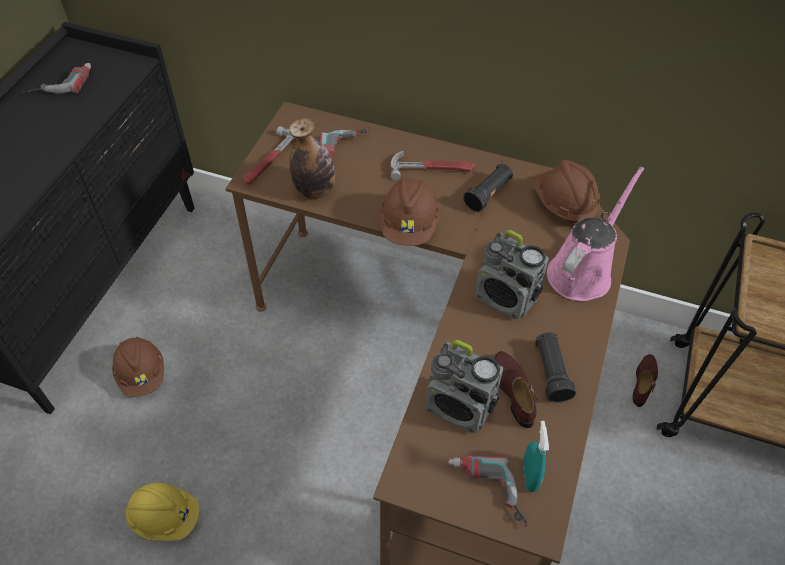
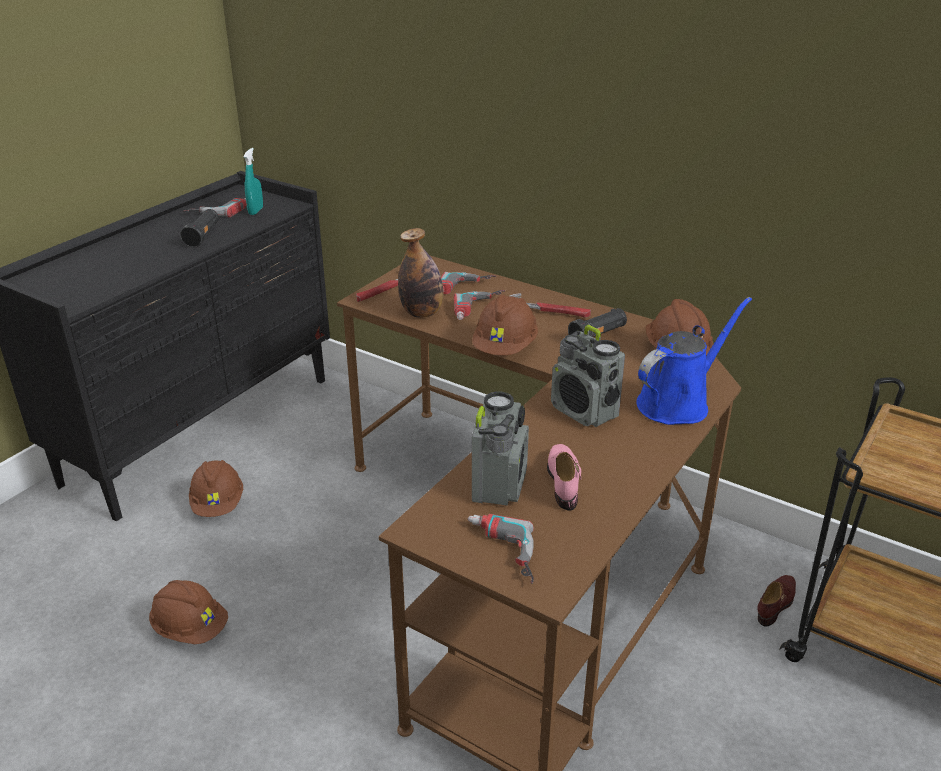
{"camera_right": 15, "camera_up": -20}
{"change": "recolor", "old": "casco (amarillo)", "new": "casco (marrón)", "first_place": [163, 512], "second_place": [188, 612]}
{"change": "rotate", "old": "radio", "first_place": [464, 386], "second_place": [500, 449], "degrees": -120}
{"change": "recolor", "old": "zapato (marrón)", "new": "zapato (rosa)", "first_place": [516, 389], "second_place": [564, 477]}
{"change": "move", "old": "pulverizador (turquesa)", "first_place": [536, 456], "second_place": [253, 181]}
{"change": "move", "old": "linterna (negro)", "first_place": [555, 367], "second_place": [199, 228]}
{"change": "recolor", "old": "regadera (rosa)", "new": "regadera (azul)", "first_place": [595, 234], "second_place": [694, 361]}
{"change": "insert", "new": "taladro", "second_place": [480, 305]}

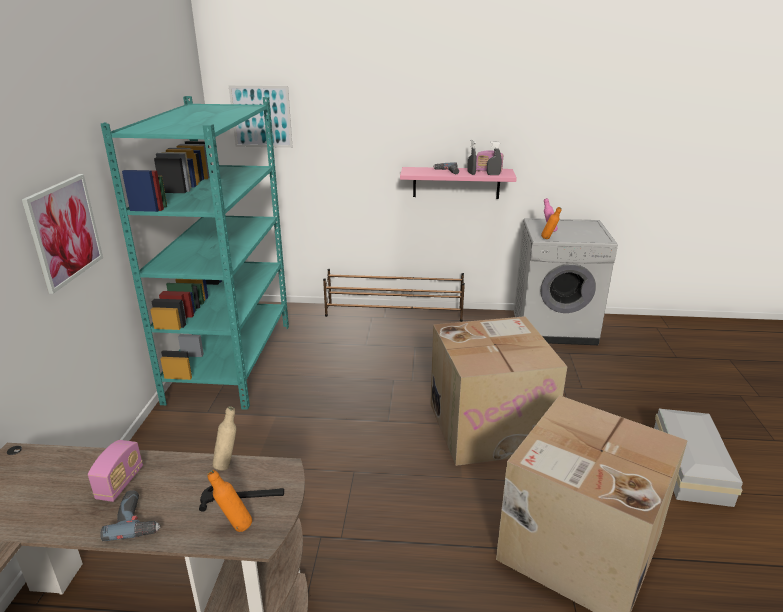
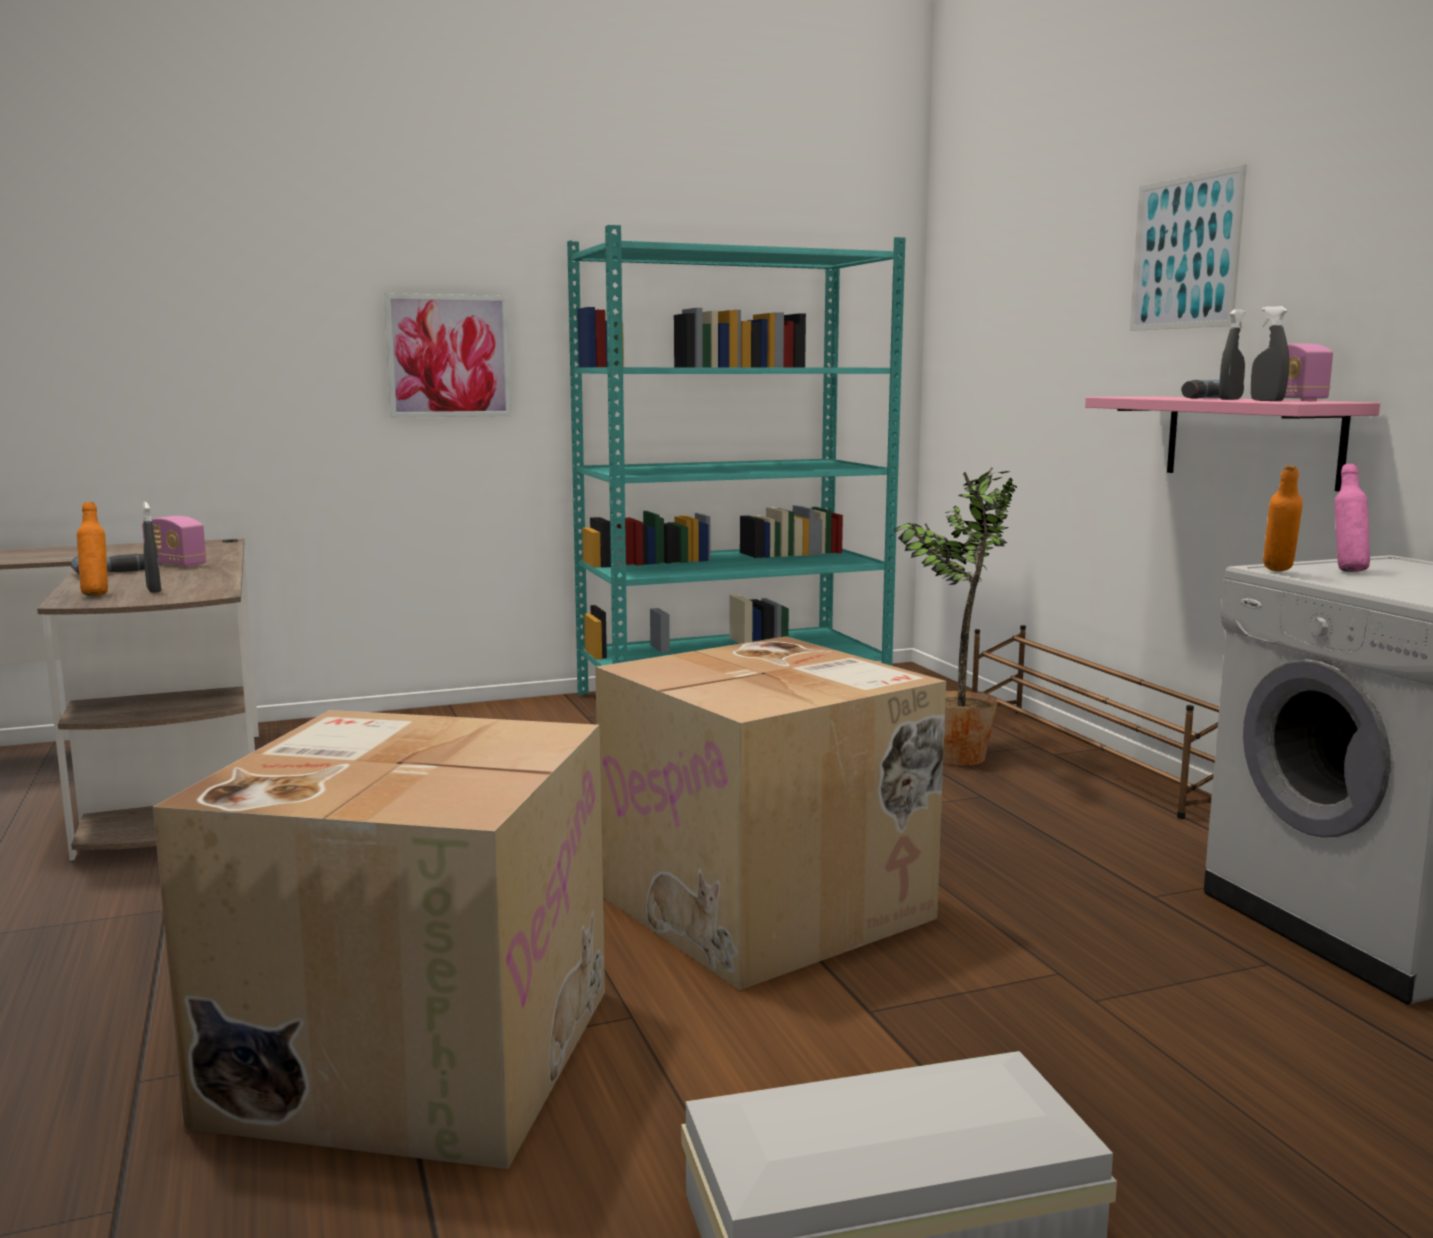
{"camera_right": 65, "camera_up": -15}
{"change": "rotate", "old": "radio", "first_place": [115, 471], "second_place": [174, 541], "degrees": 45}
{"change": "replace", "old": "martillo", "new": "pulverizador (gris)", "first_place": [241, 498], "second_place": [151, 547]}
{"change": "delete", "old": "botella (beis)", "first_place": [224, 438]}
{"change": "move", "old": "cuadro", "first_place": [261, 116], "second_place": [1188, 247]}
{"change": "insert", "new": "planta en maceta", "second_place": [955, 616]}

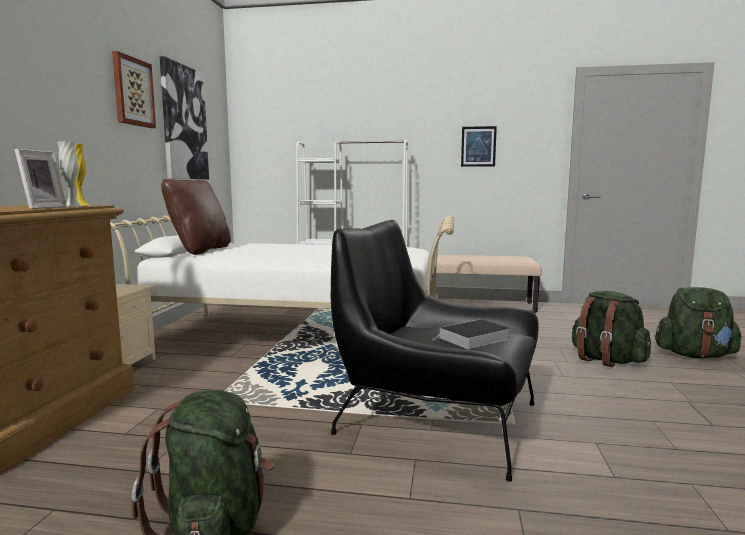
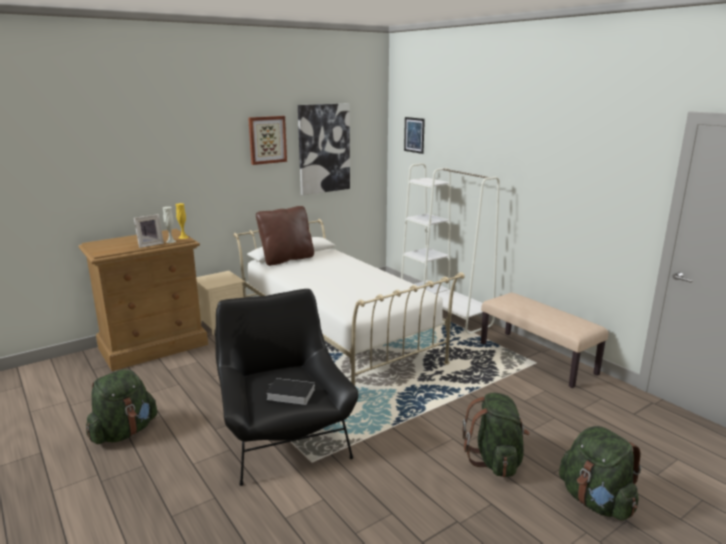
{"camera_right": 45, "camera_up": 10}
{"change": "move", "old": "cuadro", "first_place": [479, 146], "second_place": [414, 135]}

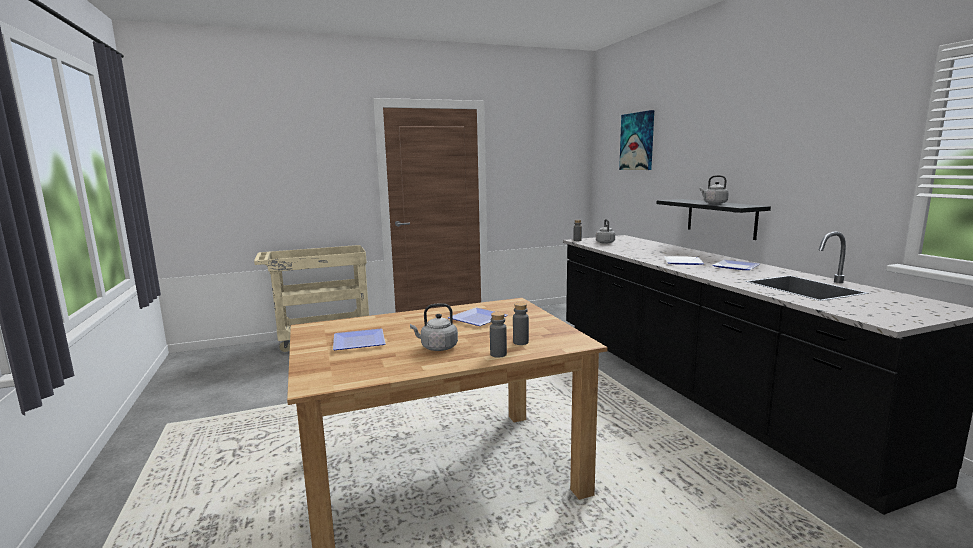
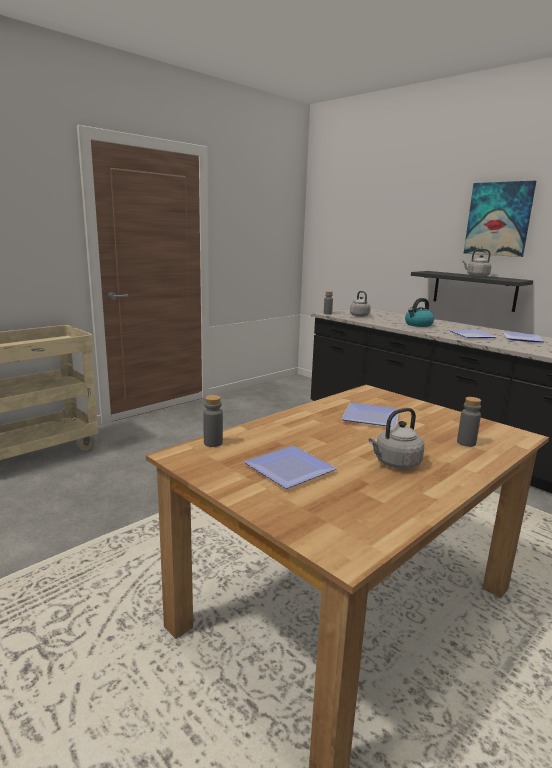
{"camera_right": -25, "camera_up": 5}
{"change": "move", "old": "botella (gris)", "first_place": [498, 335], "second_place": [213, 421]}
{"change": "move", "old": "cuadro", "first_place": [636, 140], "second_place": [500, 219]}
{"change": "insert", "new": "hervidor", "second_place": [419, 312]}

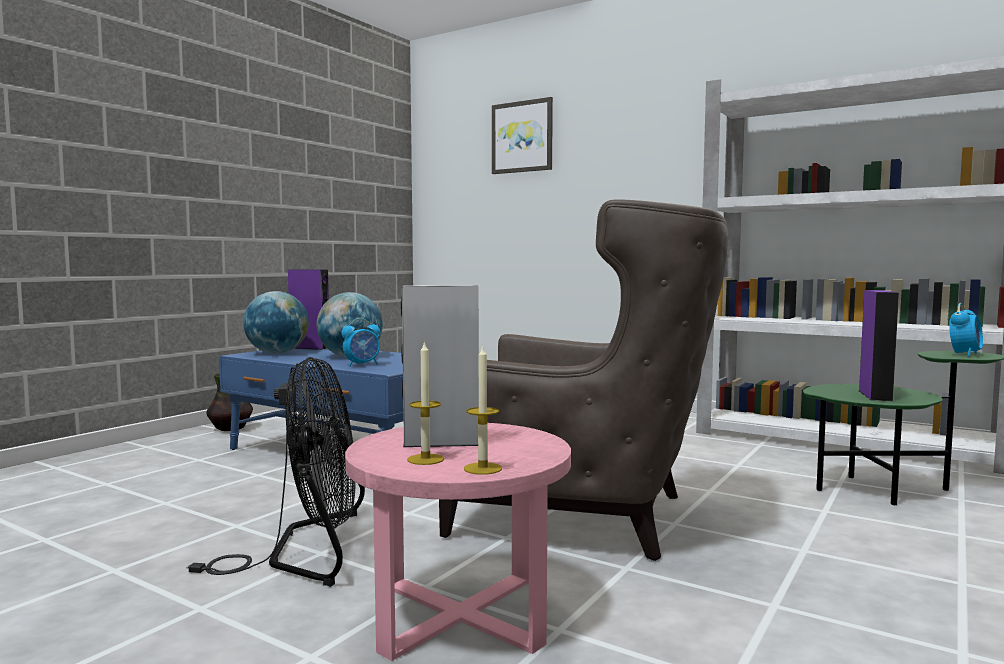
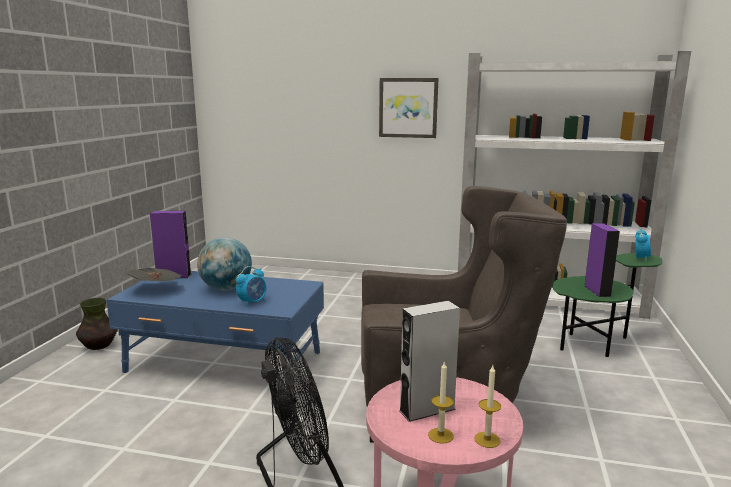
{"camera_right": -20, "camera_up": 10}
{"change": "replace", "old": "globo terráqueo", "new": "periódico", "first_place": [276, 322], "second_place": [152, 274]}
{"change": "move", "old": "cuadro", "first_place": [522, 135], "second_place": [409, 108]}

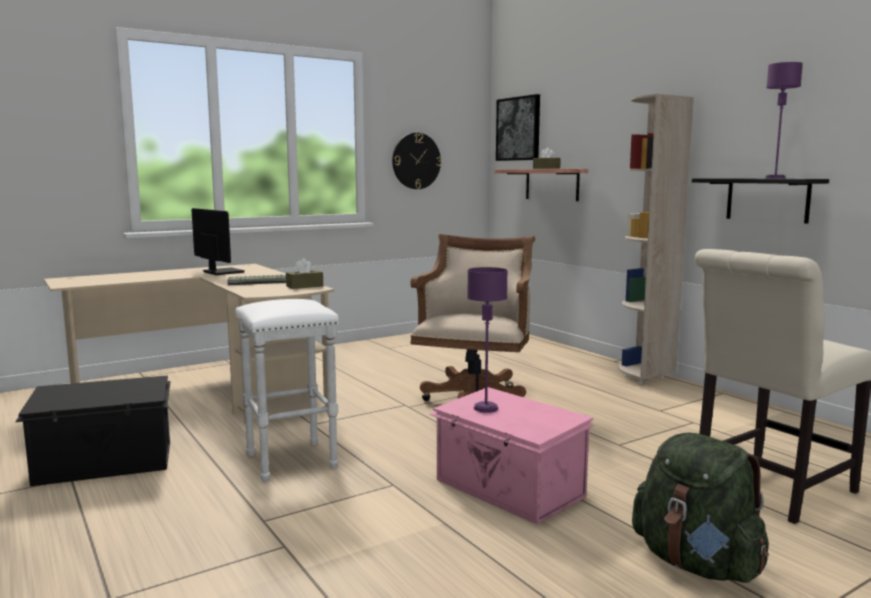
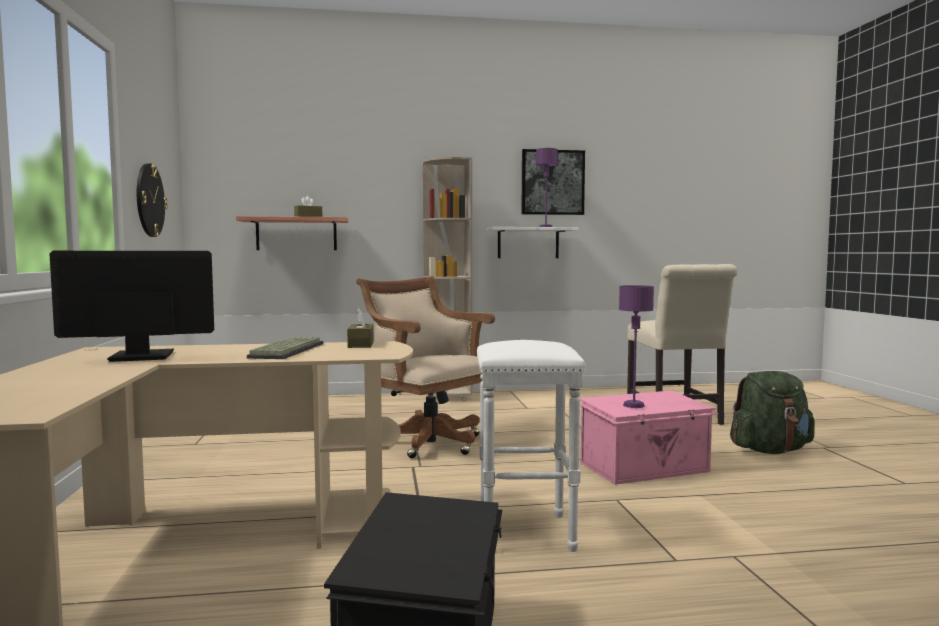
{"camera_right": -65, "camera_up": -5}
{"change": "move", "old": "cuadro", "first_place": [518, 127], "second_place": [553, 182]}
{"change": "recolor", "old": "estante (negro)", "new": "estante (blanco)", "first_place": [760, 201], "second_place": [532, 242]}

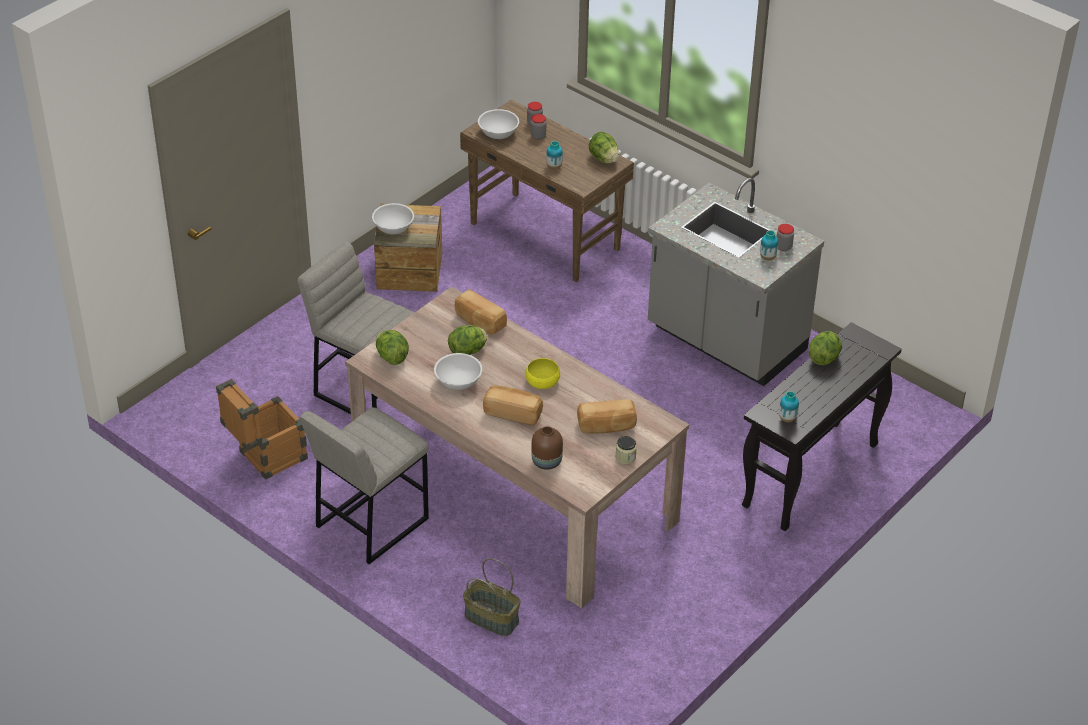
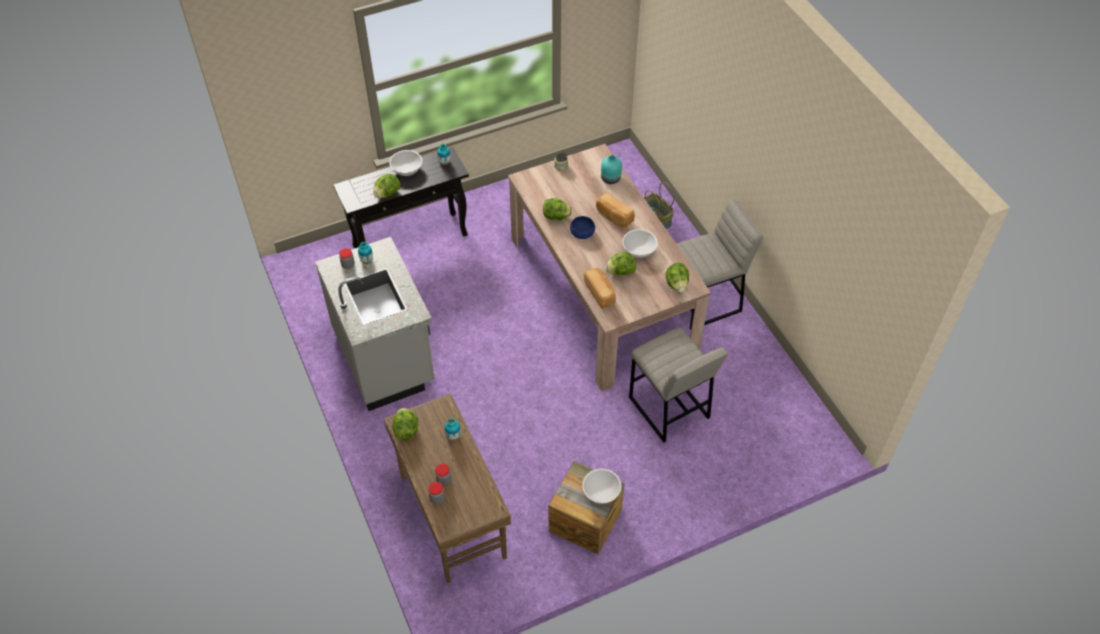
{"camera_right": -155, "camera_up": 10}
{"change": "delete", "old": "caja de embalaje", "first_place": [262, 429]}
{"change": "move", "old": "cuenco (blanco)", "first_place": [498, 124], "second_place": [405, 163]}
{"change": "recolor", "old": "cuenco (amarillo)", "new": "cuenco (azul)", "first_place": [542, 373], "second_place": [582, 227]}
{"change": "recolor", "old": "florero (marrón)", "new": "florero (turquesa)", "first_place": [547, 448], "second_place": [611, 169]}
{"change": "delete", "old": "pan", "first_place": [607, 416]}
{"change": "insert", "new": "lechuga", "second_place": [557, 209]}

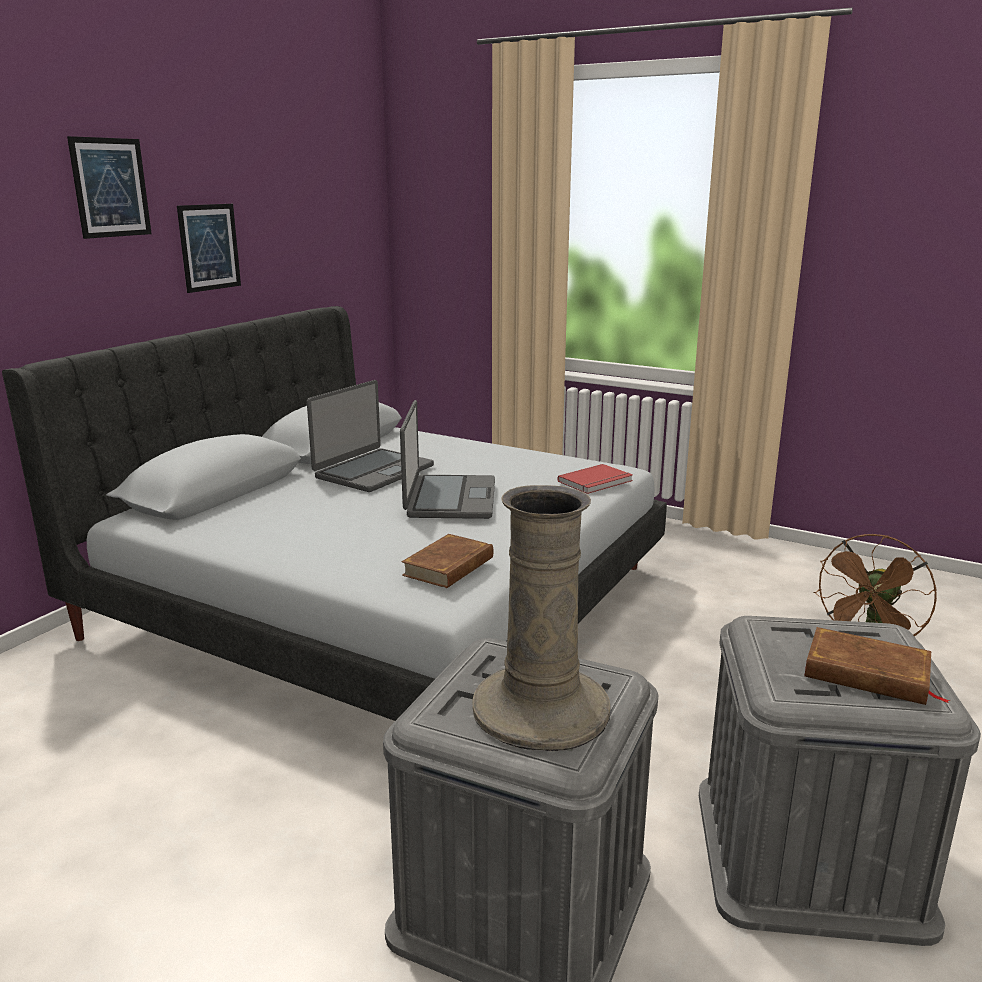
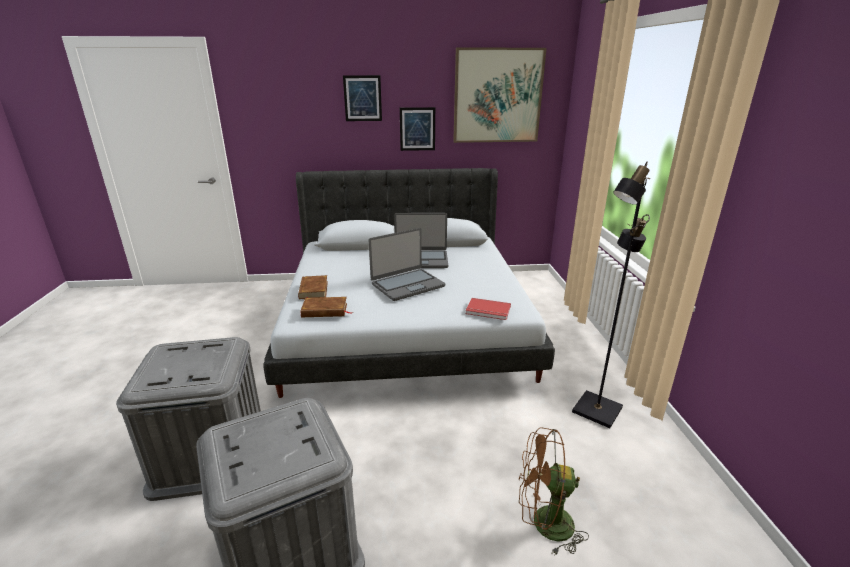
{"camera_right": 55, "camera_up": 5}
{"change": "delete", "old": "florero (beis)", "first_place": [541, 618]}
{"change": "move", "old": "libro (marrón)", "first_place": [877, 666], "second_place": [313, 287]}
{"change": "insert", "new": "cuadro", "second_place": [500, 95]}
{"change": "insert", "new": "lámpara de pie (negro)", "second_place": [611, 294]}

